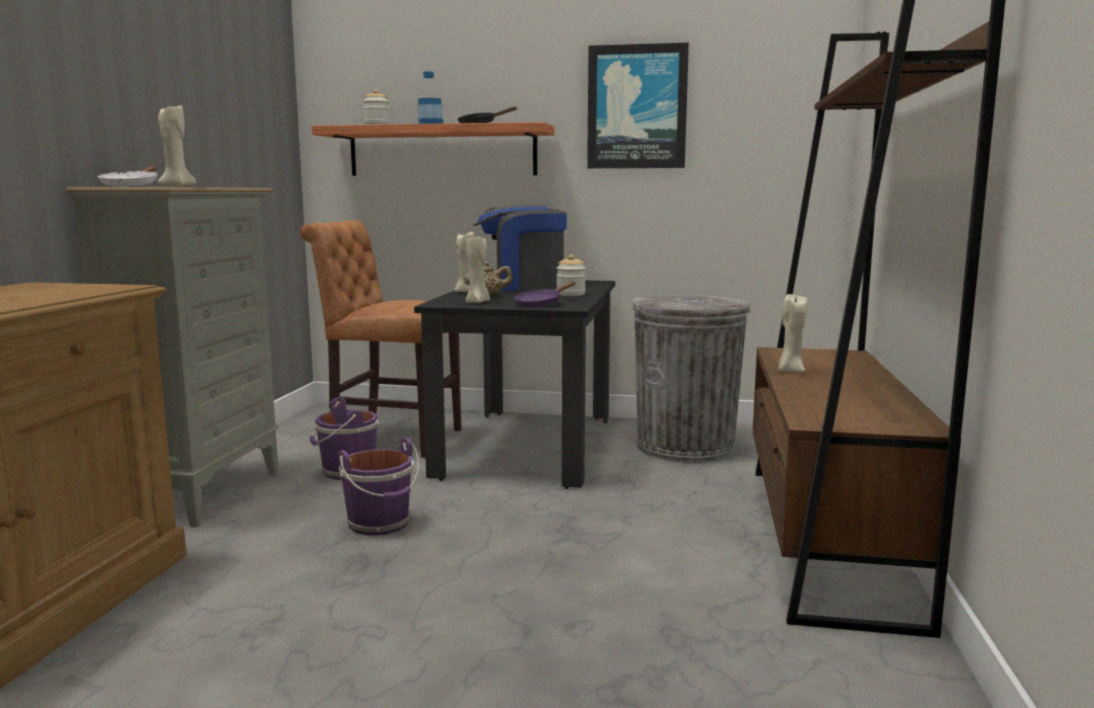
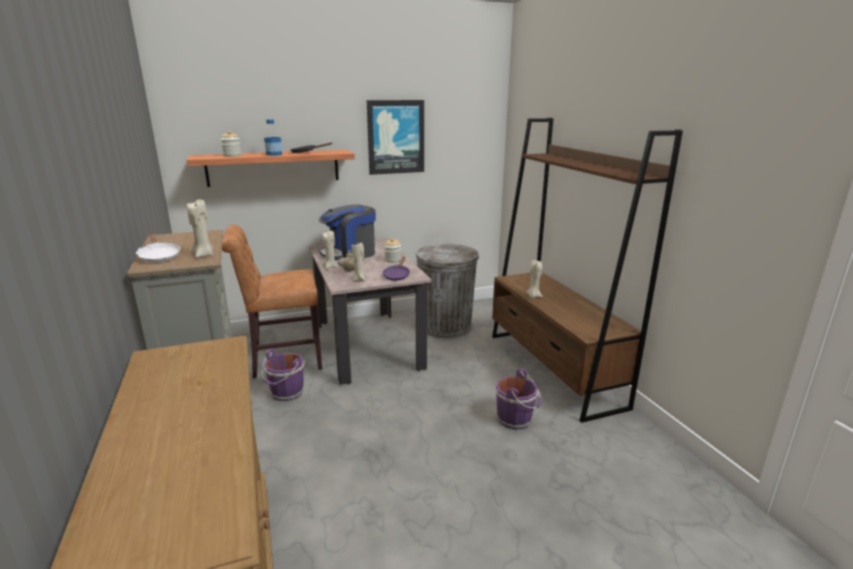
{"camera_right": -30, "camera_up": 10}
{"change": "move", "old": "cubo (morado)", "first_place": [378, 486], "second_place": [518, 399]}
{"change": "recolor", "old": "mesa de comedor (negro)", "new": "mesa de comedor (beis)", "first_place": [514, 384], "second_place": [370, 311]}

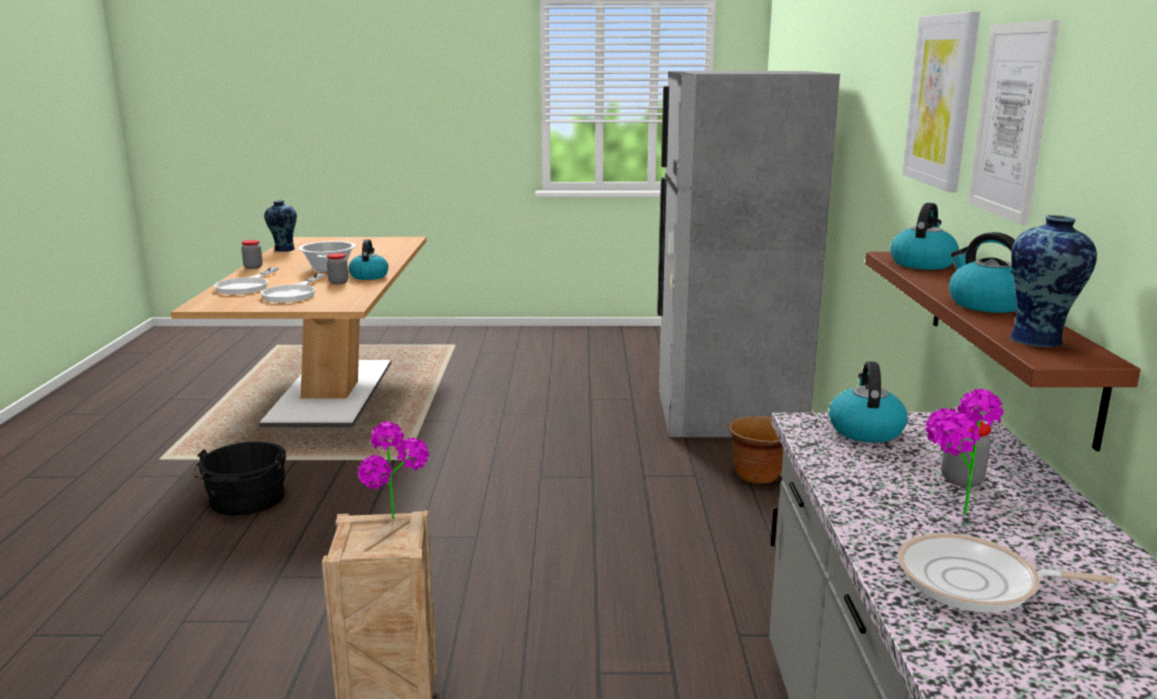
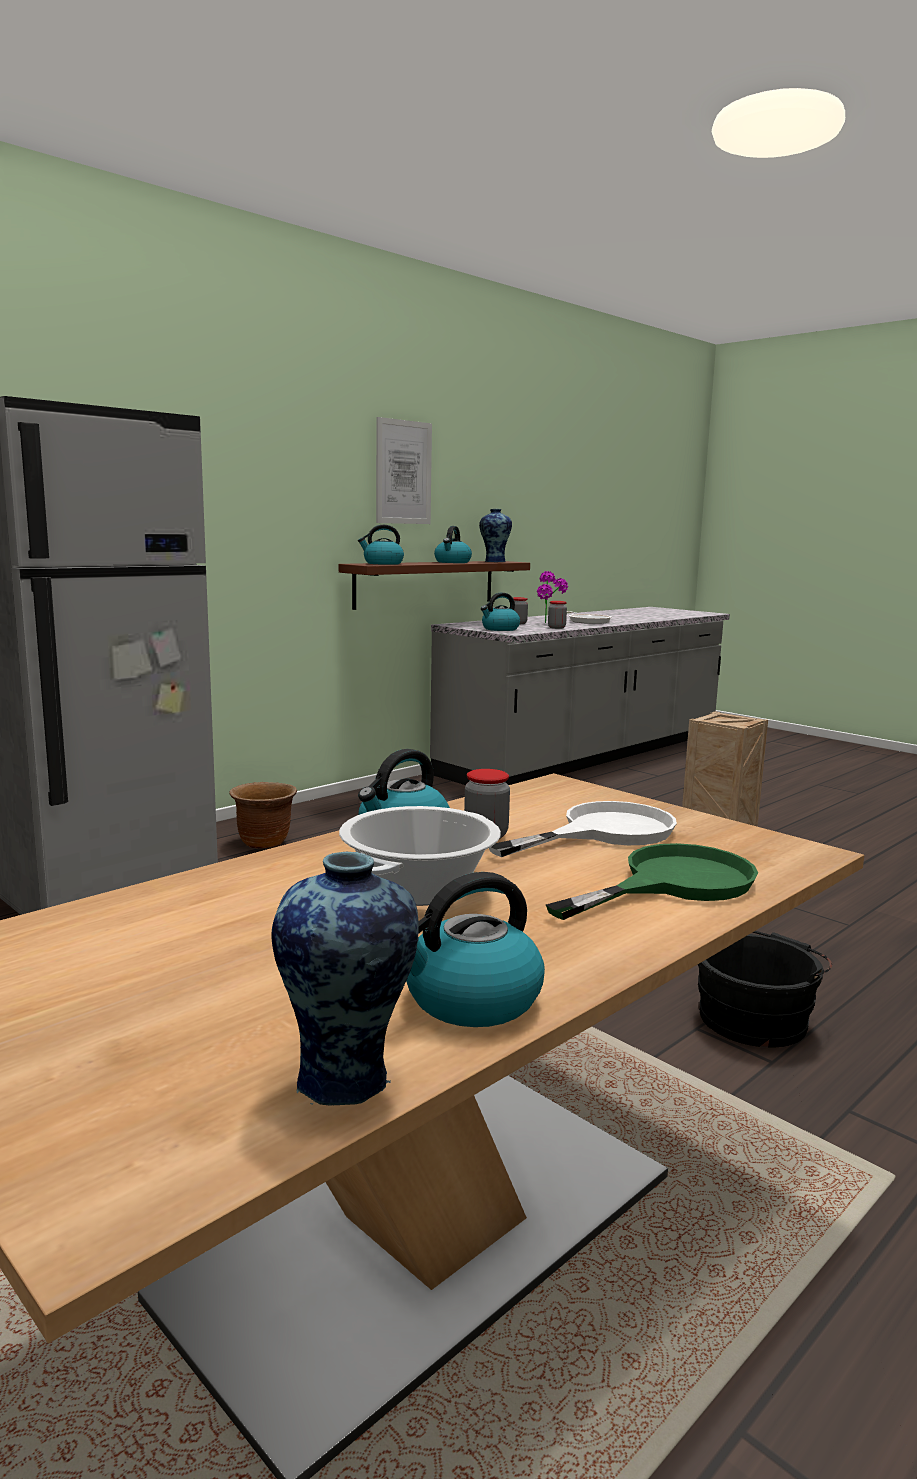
{"camera_right": -135, "camera_up": -5}
{"change": "recolor", "old": "sartén (blanco)", "new": "sartén (verde)", "first_place": [246, 281], "second_place": [652, 881]}
{"change": "move", "old": "tarro", "first_place": [252, 254], "second_place": [557, 615]}
{"change": "delete", "old": "planta en maceta", "first_place": [393, 470]}
{"change": "delete", "old": "cuadro", "first_place": [941, 101]}
{"change": "insert", "new": "hervidor", "second_place": [475, 949]}

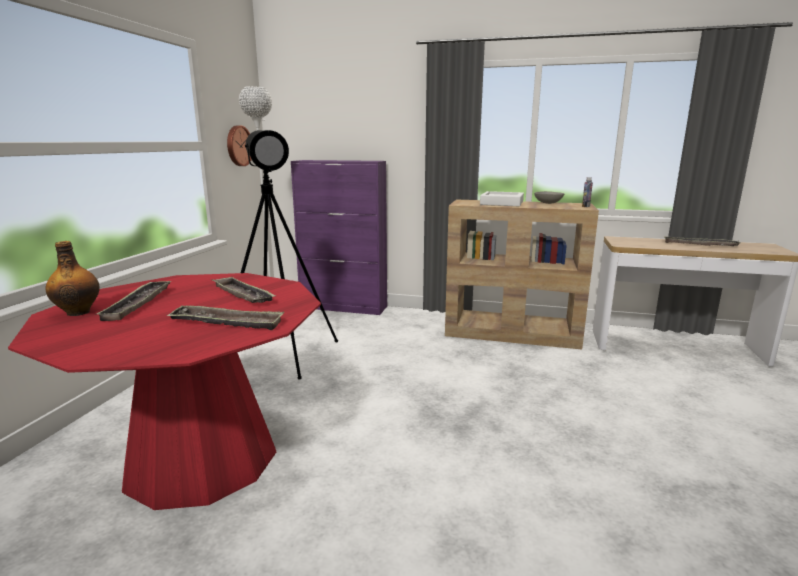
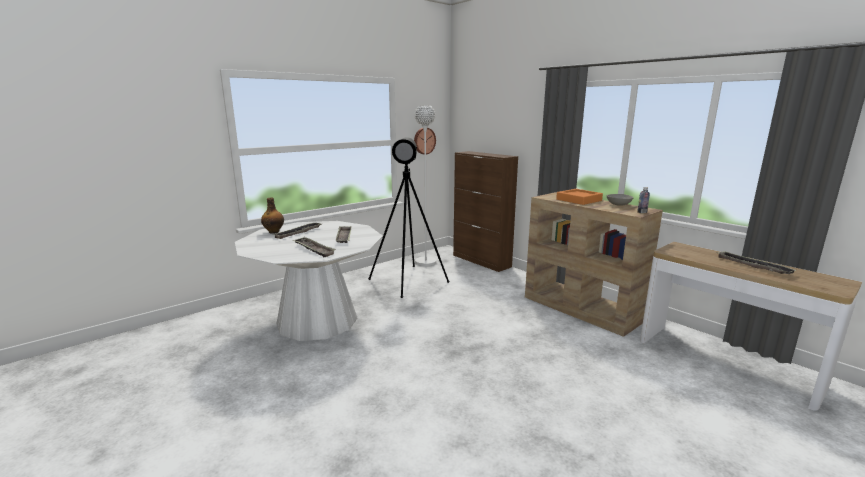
{"camera_right": 35, "camera_up": 0}
{"change": "recolor", "old": "mesa de comedor (rojo)", "new": "mesa de comedor (blanco)", "first_place": [164, 391], "second_place": [309, 281]}
{"change": "recolor", "old": "armario (morado)", "new": "armario (marrón)", "first_place": [339, 237], "second_place": [485, 211]}
{"change": "recolor", "old": "bandeja (blanco)", "new": "bandeja (naranja)", "first_place": [502, 198], "second_place": [579, 197]}

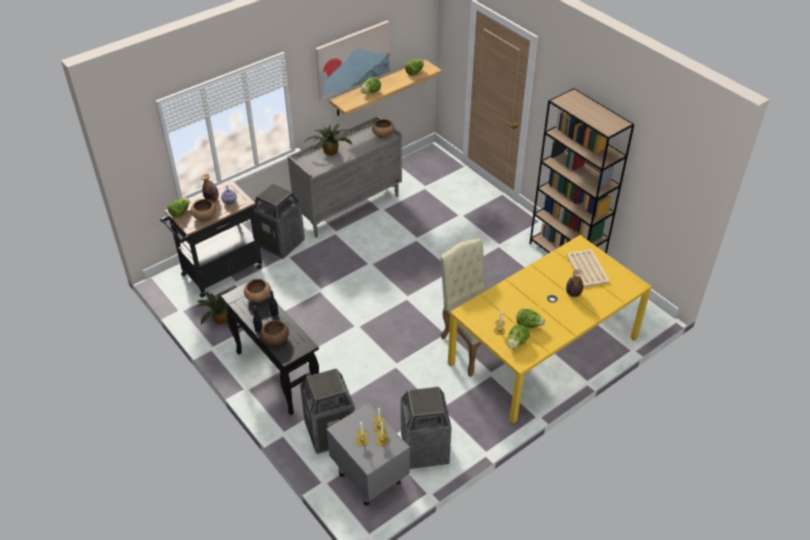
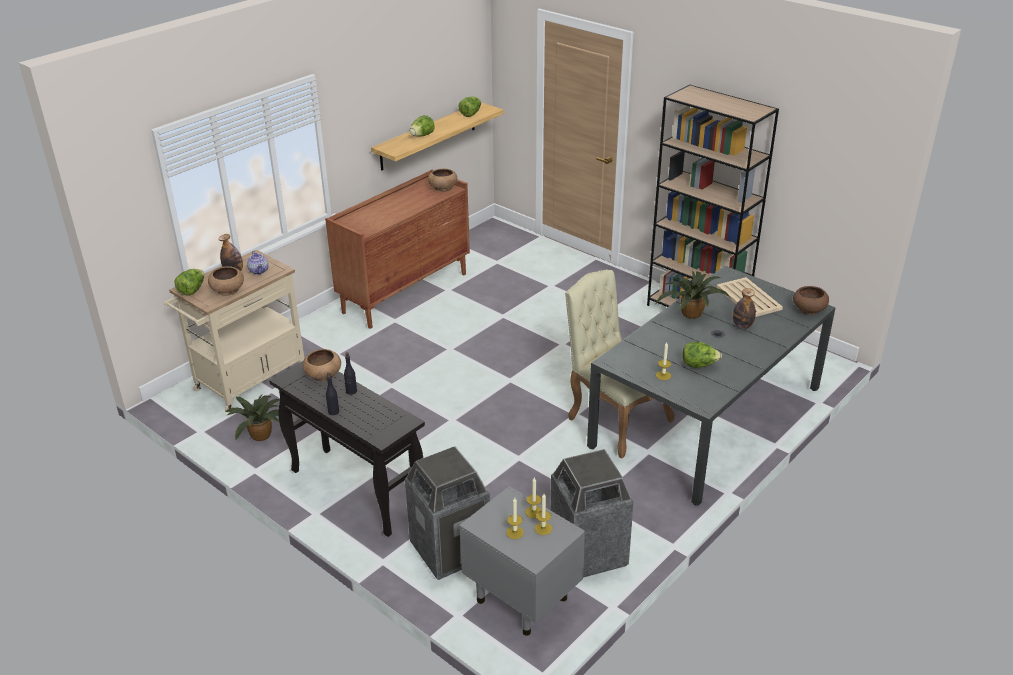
{"camera_right": -10, "camera_up": -10}
{"change": "recolor", "old": "carrito (negro)", "new": "carrito (beis)", "first_place": [211, 239], "second_place": [234, 331]}
{"change": "delete", "old": "papelera", "first_place": [279, 221]}
{"change": "move", "old": "cuenco (marrón)", "first_place": [274, 332], "second_place": [811, 300]}
{"change": "recolor", "old": "armario (gris)", "new": "armario (marrón)", "first_place": [344, 177], "second_place": [397, 249]}
{"change": "move", "old": "planta en maceta", "first_place": [327, 140], "second_place": [693, 294]}
{"change": "delete", "old": "cuadro", "first_place": [352, 60]}
{"change": "recolor", "old": "mesa de comedor (amarillo)", "new": "mesa de comedor (gris)", "first_place": [550, 329], "second_place": [711, 386]}
{"change": "delete", "old": "lechuga", "first_place": [518, 337]}

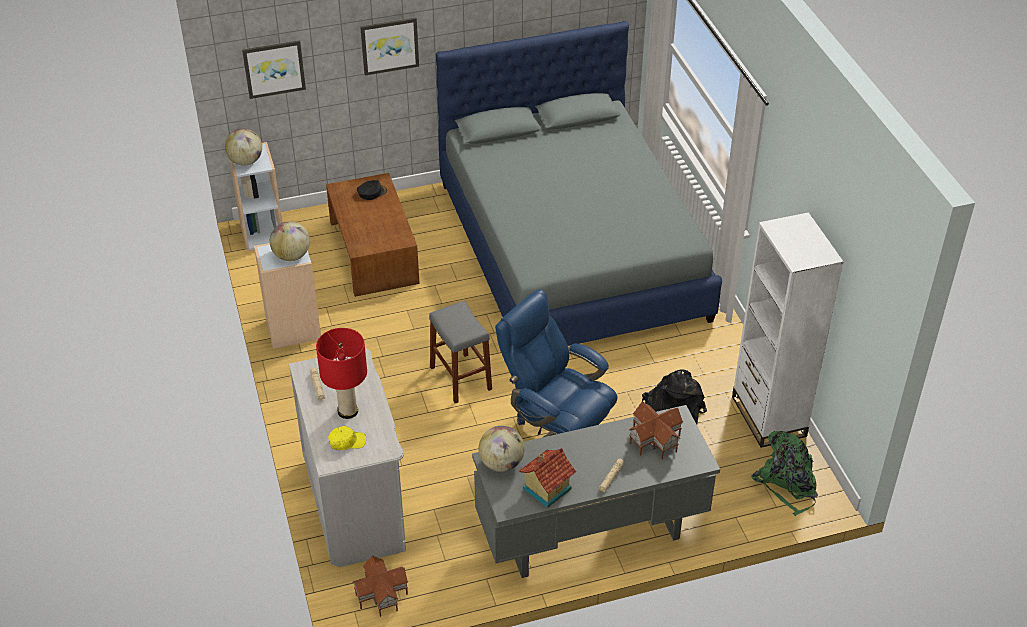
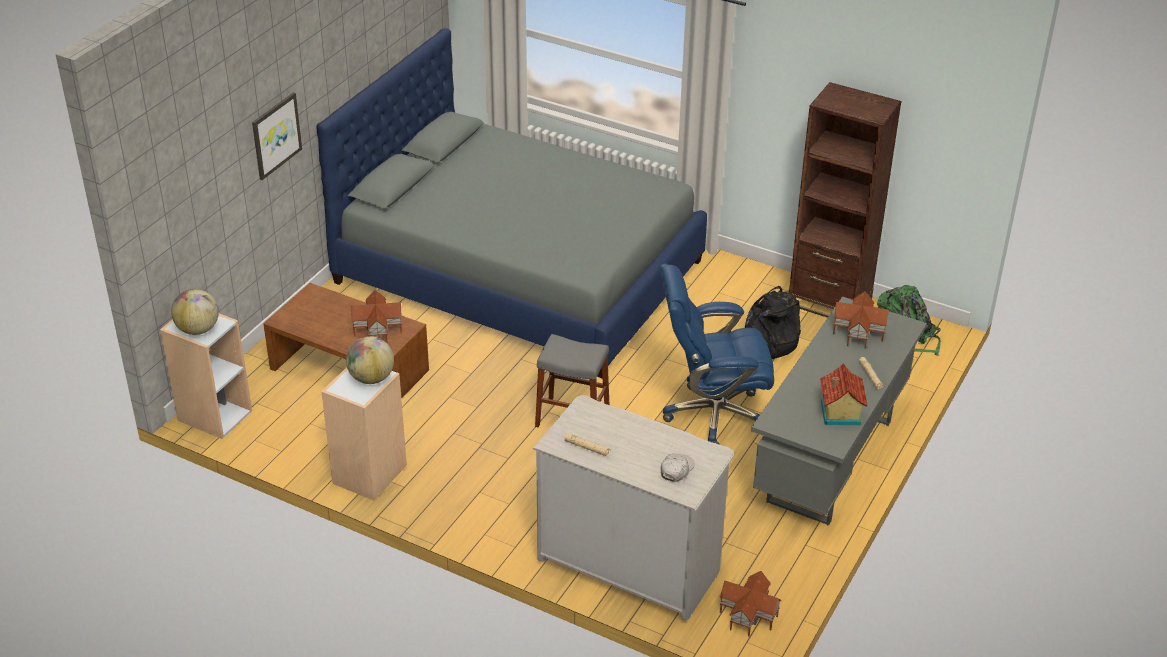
{"camera_right": -45, "camera_up": -5}
{"change": "delete", "old": "cuadro", "first_place": [274, 69]}
{"change": "delete", "old": "lámpara de mesa (rojo)", "first_place": [341, 373]}
{"change": "recolor", "old": "gorra (amarillo)", "new": "gorra (blanco)", "first_place": [347, 438], "second_place": [678, 468]}
{"change": "delete", "old": "gorra (negro)", "first_place": [372, 190]}
{"change": "delete", "old": "globo terráqueo", "first_place": [501, 449]}
{"change": "recolor", "old": "estantería (blanco)", "new": "estantería (marrón)", "first_place": [788, 330], "second_place": [845, 200]}
{"change": "insert", "new": "casita", "second_place": [376, 317]}

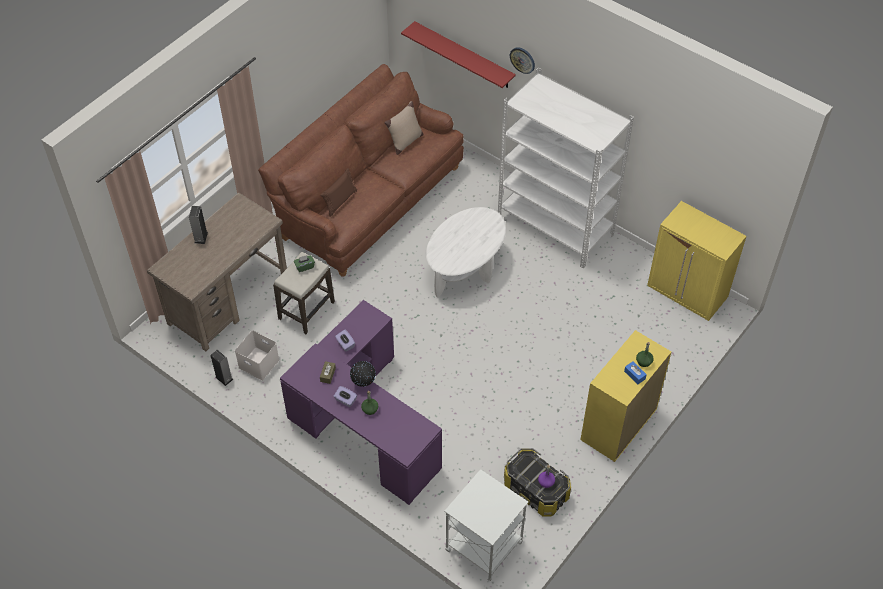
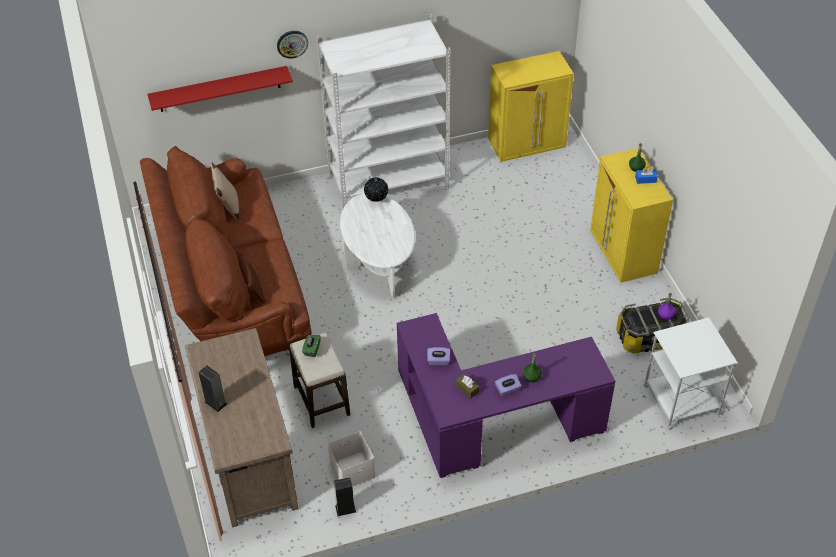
{"camera_right": -55, "camera_up": -5}
{"change": "move", "old": "globo terráqueo", "first_place": [363, 374], "second_place": [376, 189]}

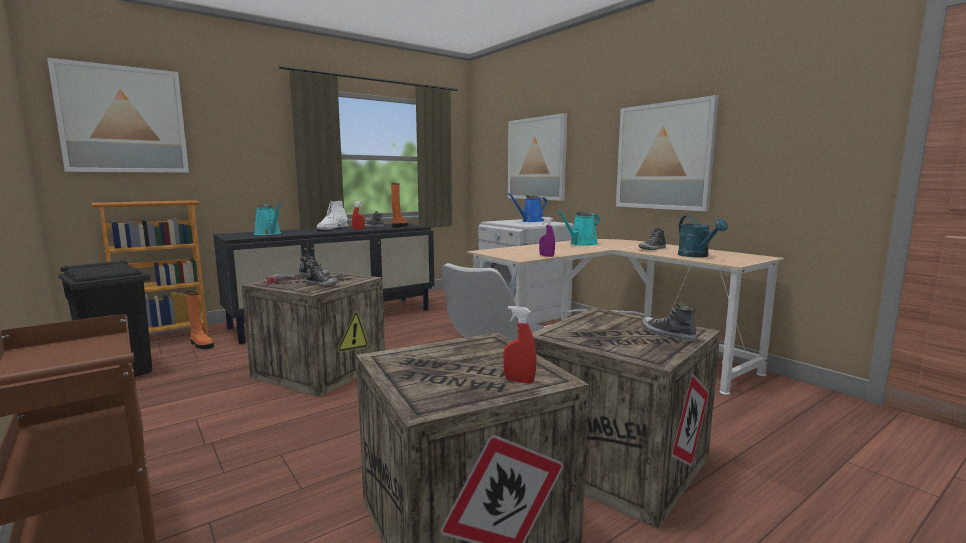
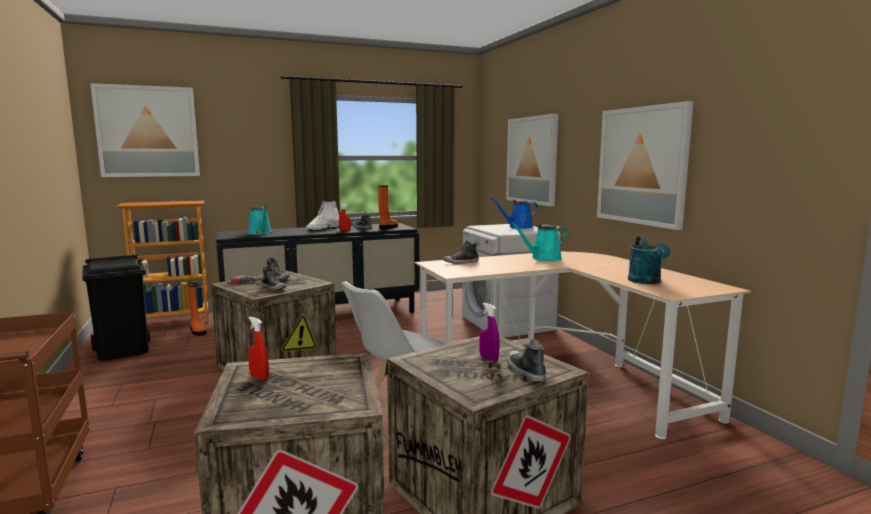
{"camera_right": 15, "camera_up": 0}
{"change": "move", "old": "pulverizador (rojo)", "first_place": [519, 345], "second_place": [258, 348]}
{"change": "move", "old": "pulverizador (morado)", "first_place": [547, 237], "second_place": [489, 332]}
{"change": "move", "old": "zapato", "first_place": [652, 238], "second_place": [461, 252]}

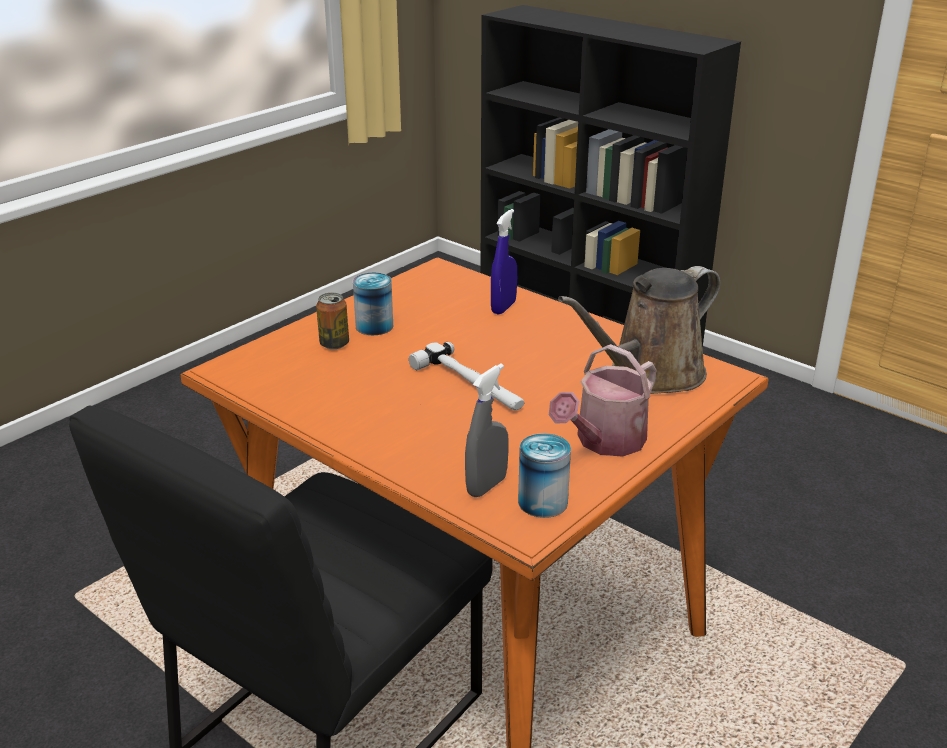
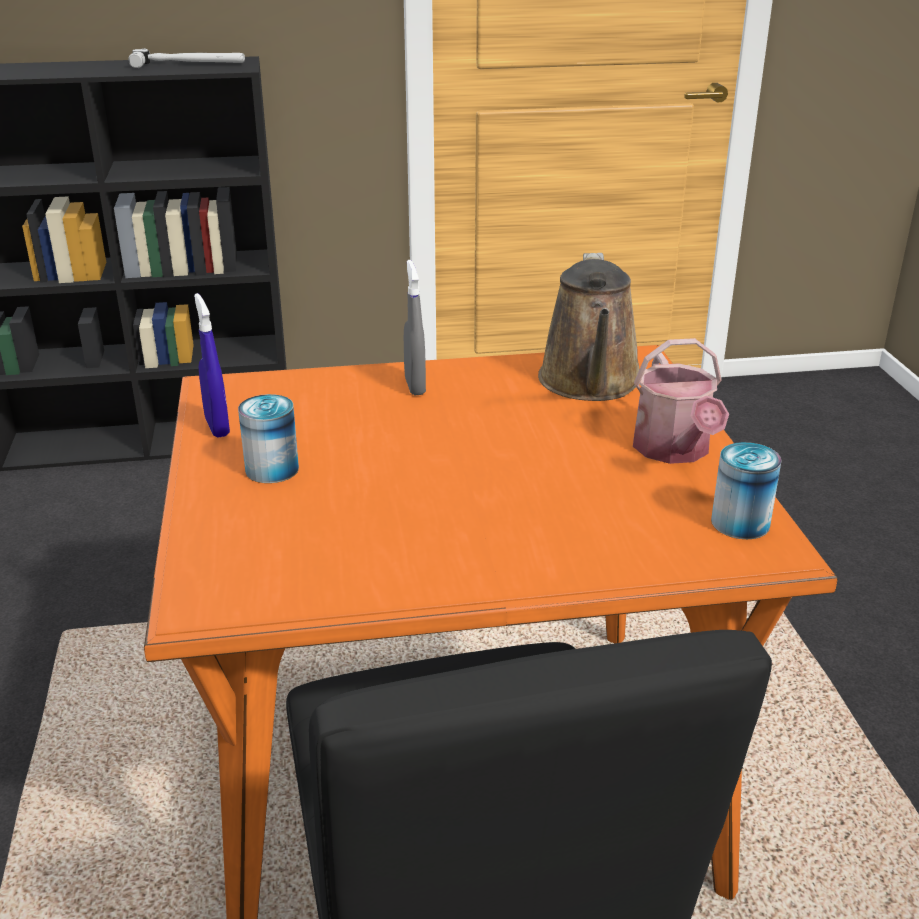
{"camera_right": -50, "camera_up": 0}
{"change": "delete", "old": "lata", "first_place": [332, 321]}
{"change": "move", "old": "martillo", "first_place": [466, 376], "second_place": [186, 58]}
{"change": "move", "old": "pulverizador (gris)", "first_place": [487, 430], "second_place": [415, 327]}
{"change": "move", "old": "pulverizador (azul)", "first_place": [504, 262], "second_place": [212, 365]}

